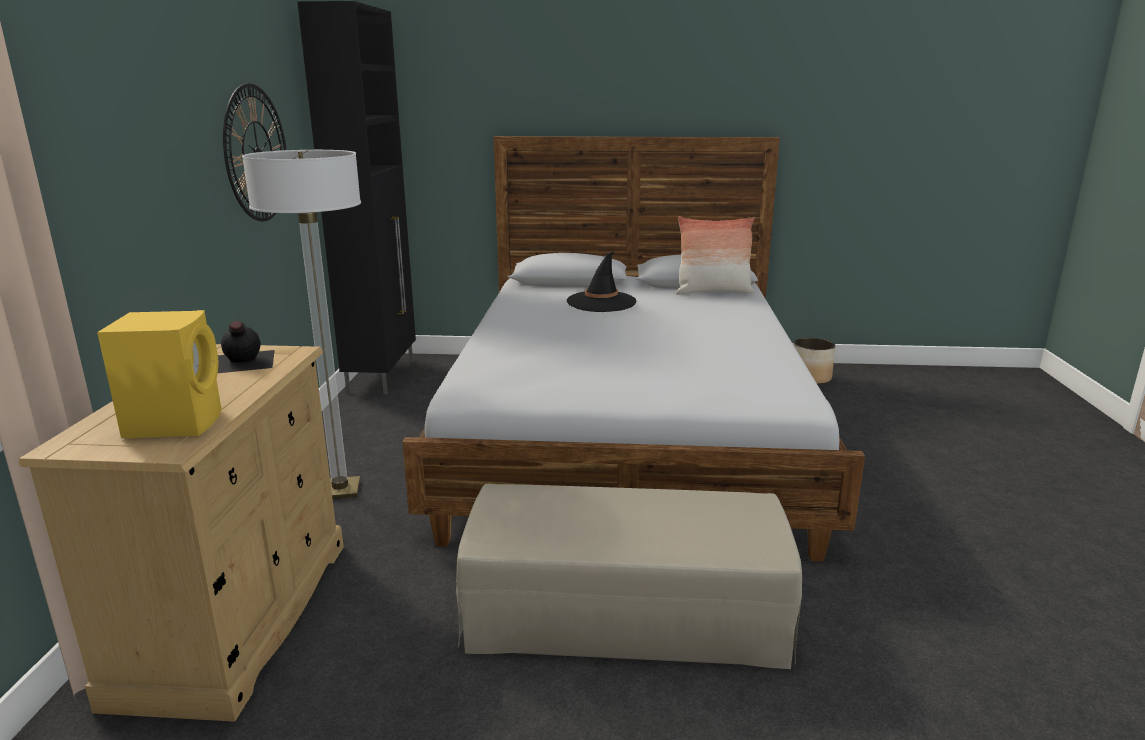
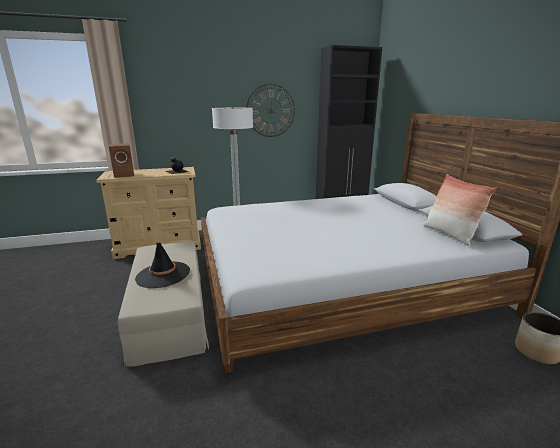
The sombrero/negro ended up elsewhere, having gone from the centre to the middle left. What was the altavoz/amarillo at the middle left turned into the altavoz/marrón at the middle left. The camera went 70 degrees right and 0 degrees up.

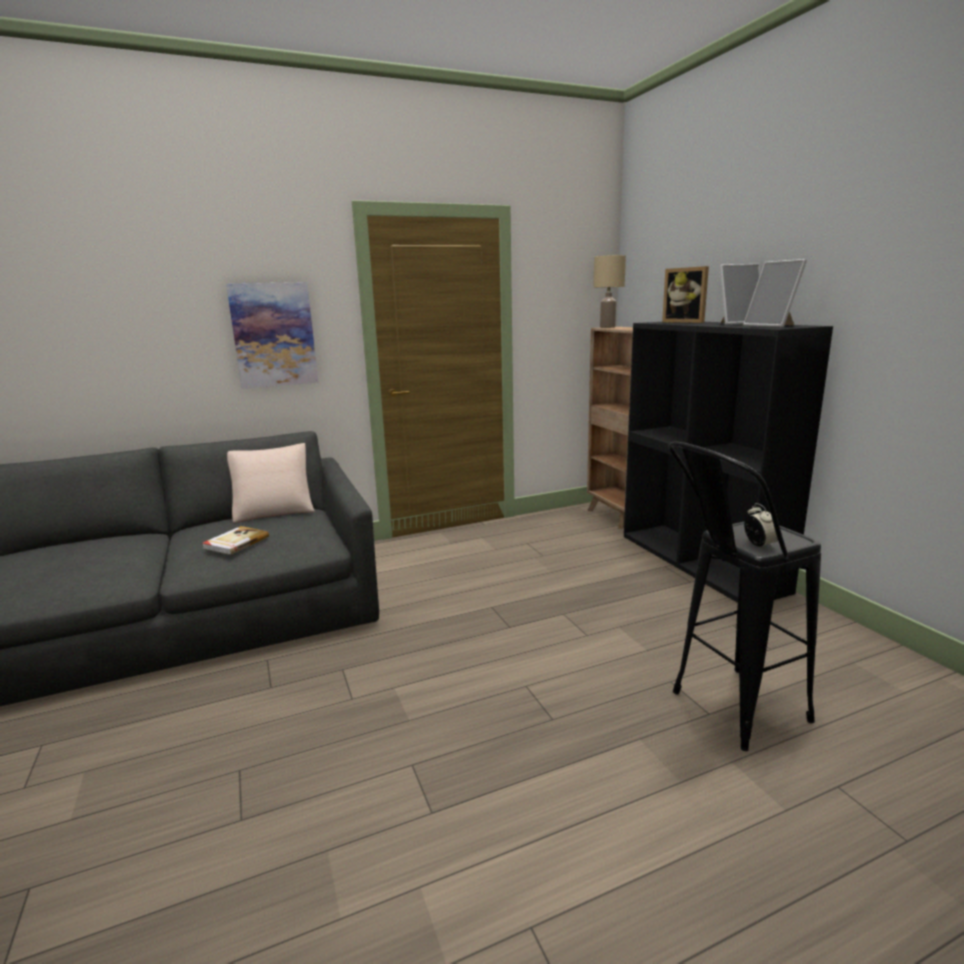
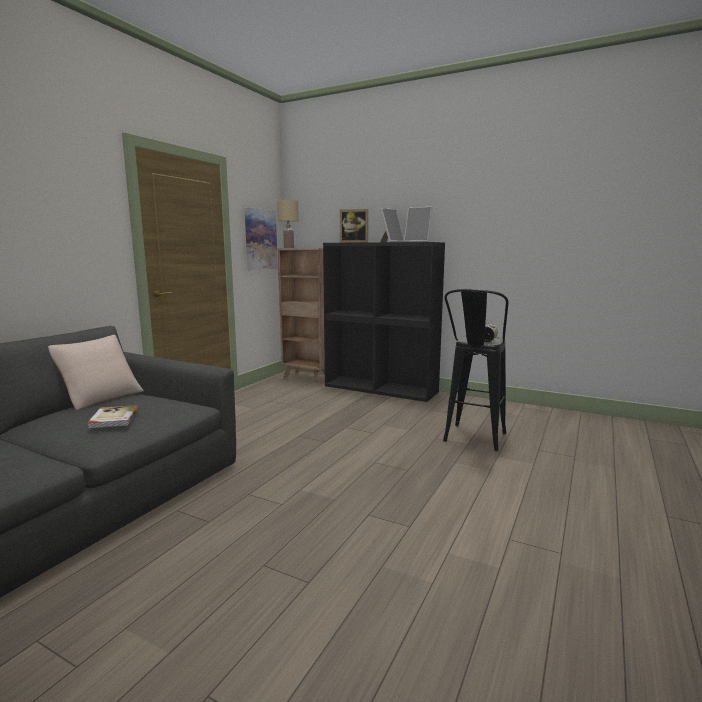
The cuadro ended up elsewhere, having gone from the middle left to the centre. The camera went 40 degrees left and 5 degrees down.

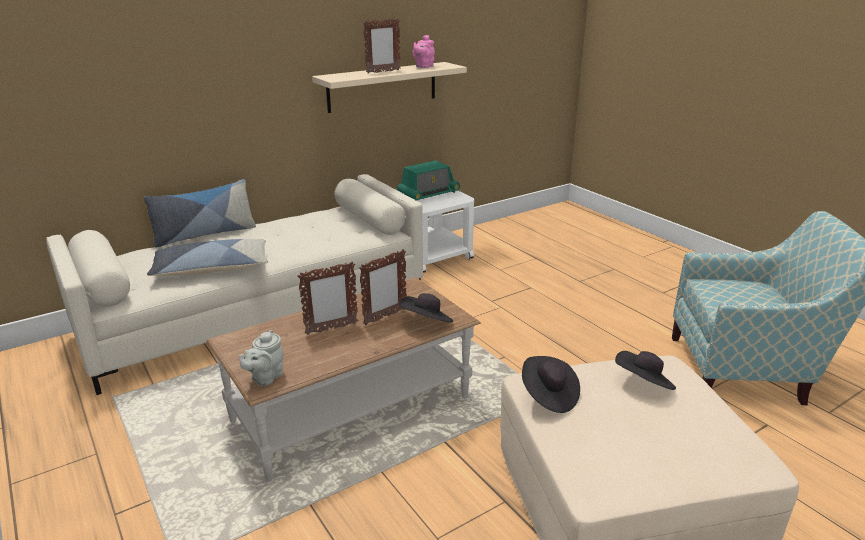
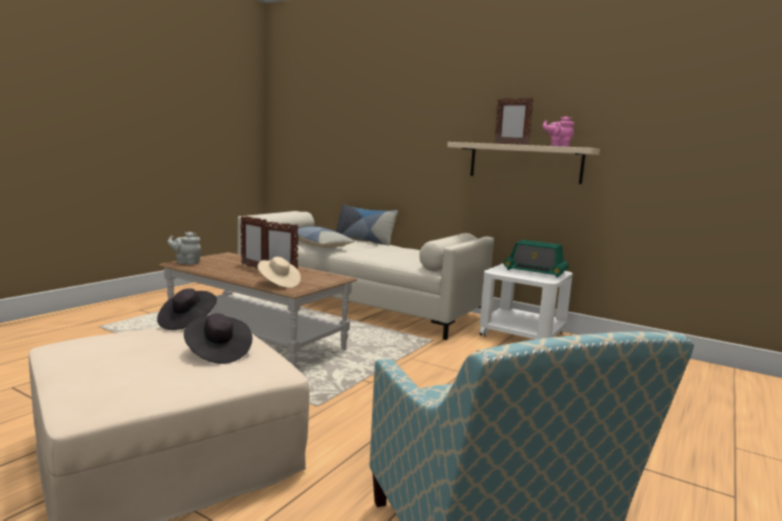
What was the sombrero/negro (1st from left) at the centre turned into the sombrero/beis at the centre. The camera went 65 degrees right and 15 degrees down.

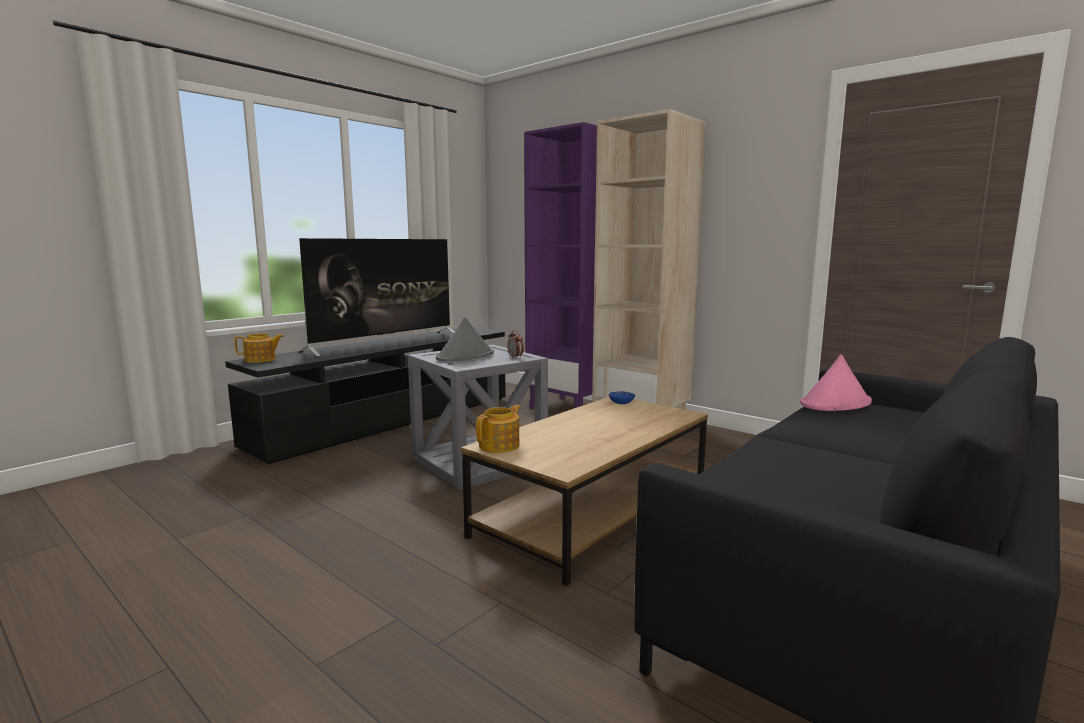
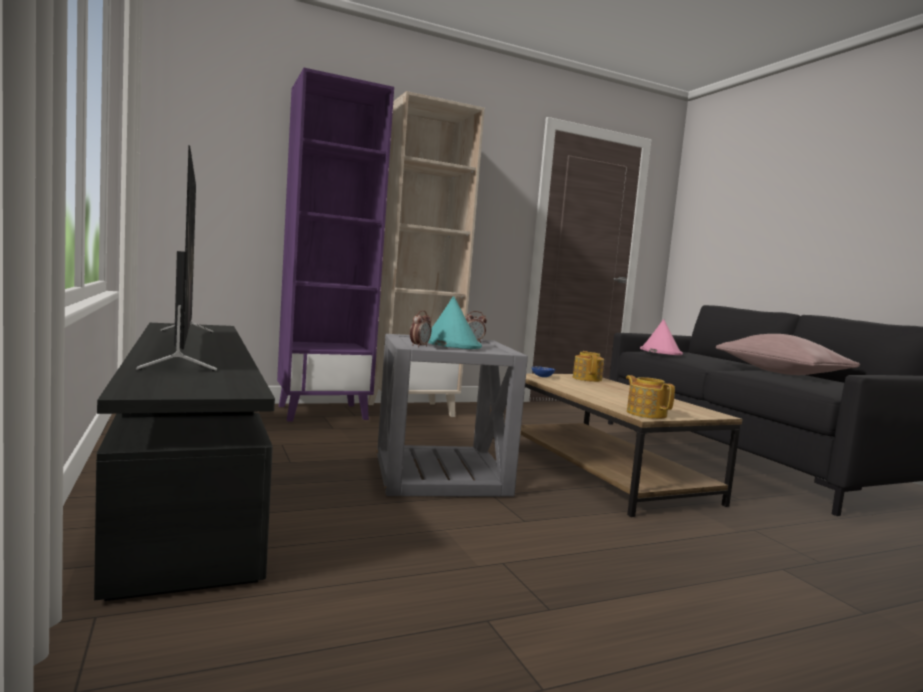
The second view gained the despertador (1st from left) at the centre. The second view gained the cojín/rosa at the middle right. The tetera (1st from left) ended up elsewhere, having gone from the middle left to the centre. What was the sombrero/gris at the centre turned into the sombrero/turquesa at the centre. The camera went 65 degrees left and 5 degrees down.

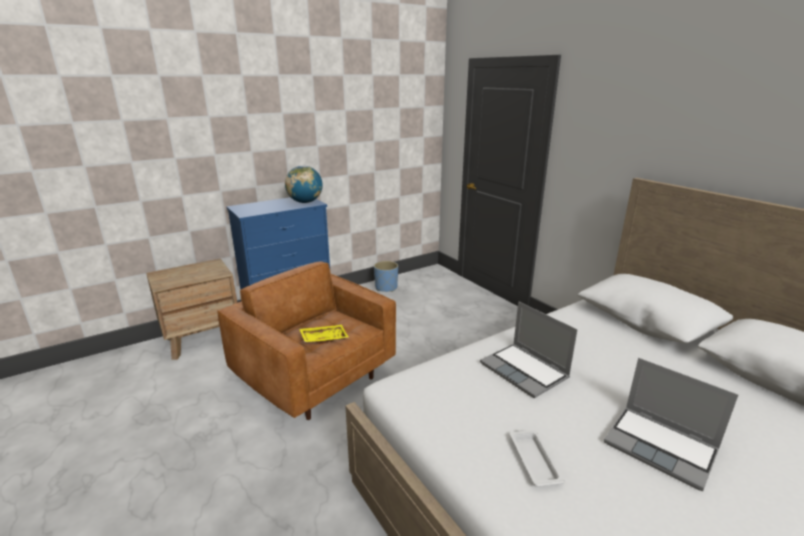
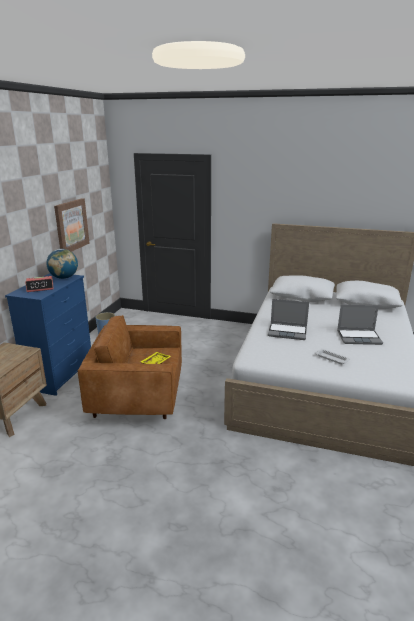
The second view gained the despertador at the middle left. The second view gained the cuadro at the middle left. The camera went 40 degrees left and 0 degrees up.

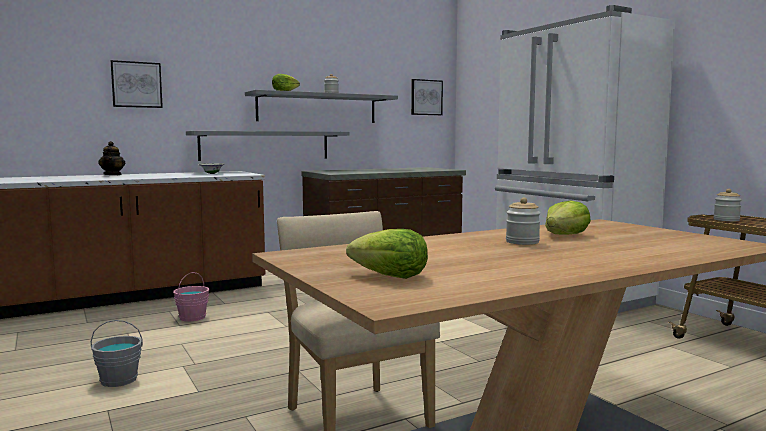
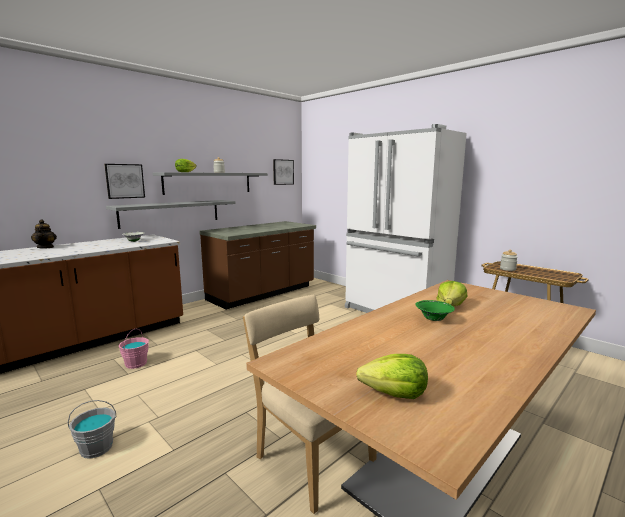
The cuadro (1st from left) ended up elsewhere, having gone from the top left to the middle left. Where the tarro (2nd from left) stood at the middle right, the cuenco/verde came to stand at the middle right. The camera went 15 degrees left and 5 degrees up.

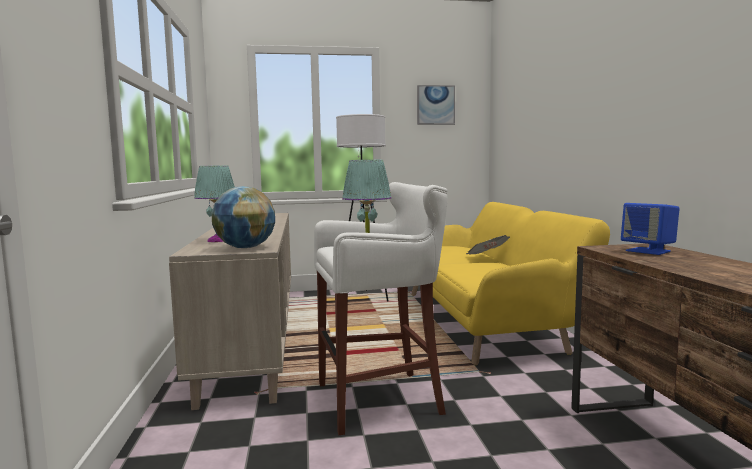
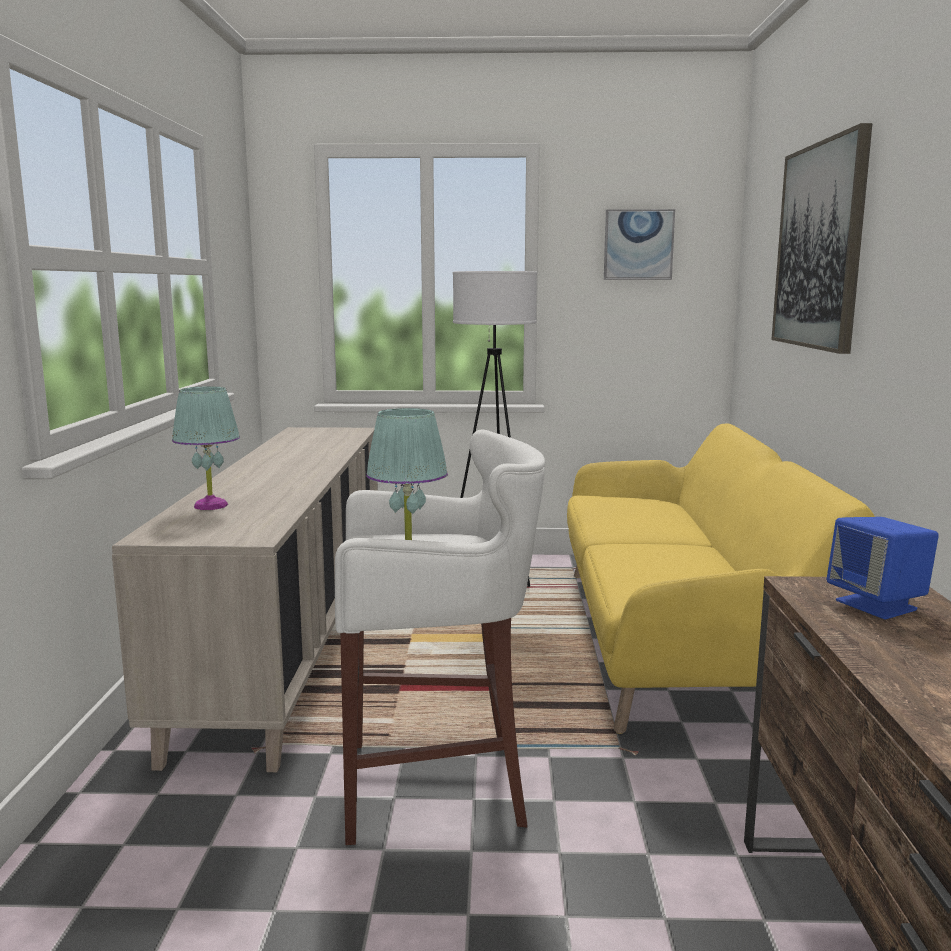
The second view lost the globo terráqueo at the middle left. The second view lost the periódico at the centre. The second view gained the cuadro (2nd from left) at the top right. The camera went 10 degrees right and 5 degrees up.

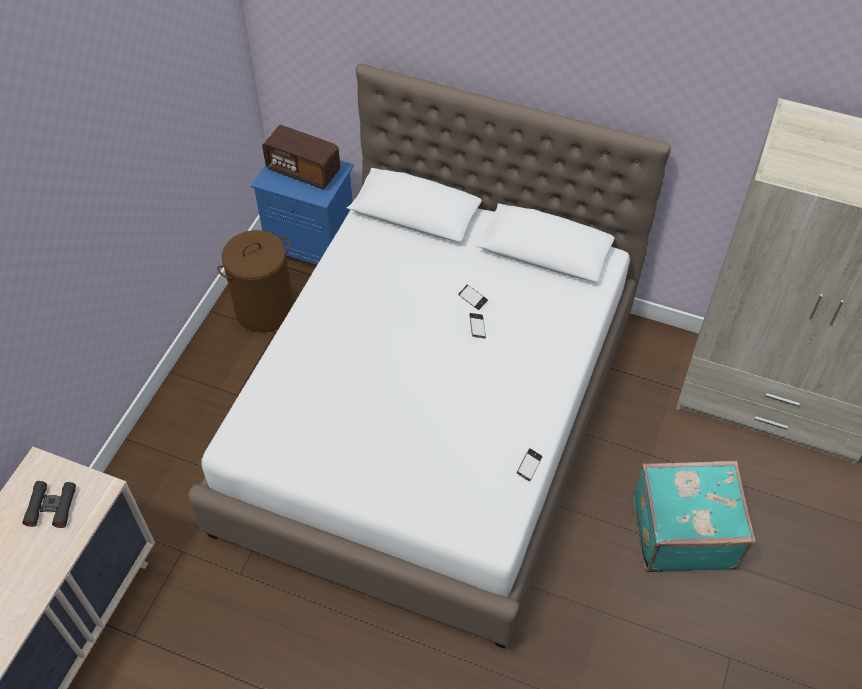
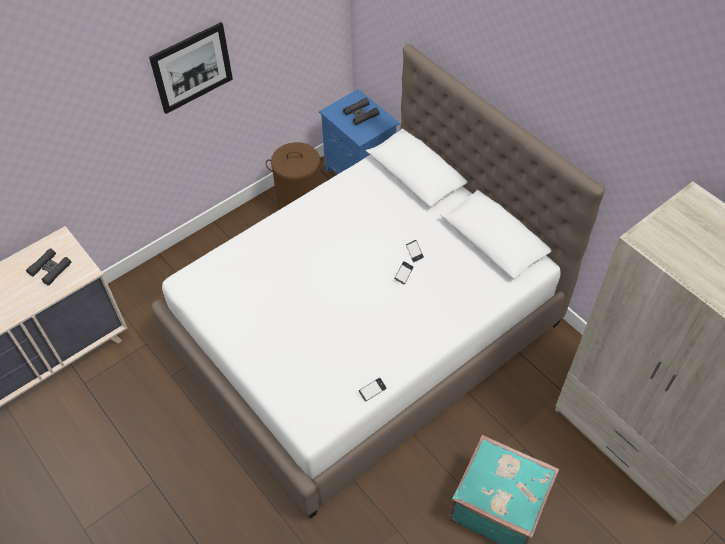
The second view gained the cuadro at the top left. Where the radio stood at the top centre, the prismáticos/negro (2nd from left) came to stand at the top centre. The camera went 30 degrees right and 0 degrees up.

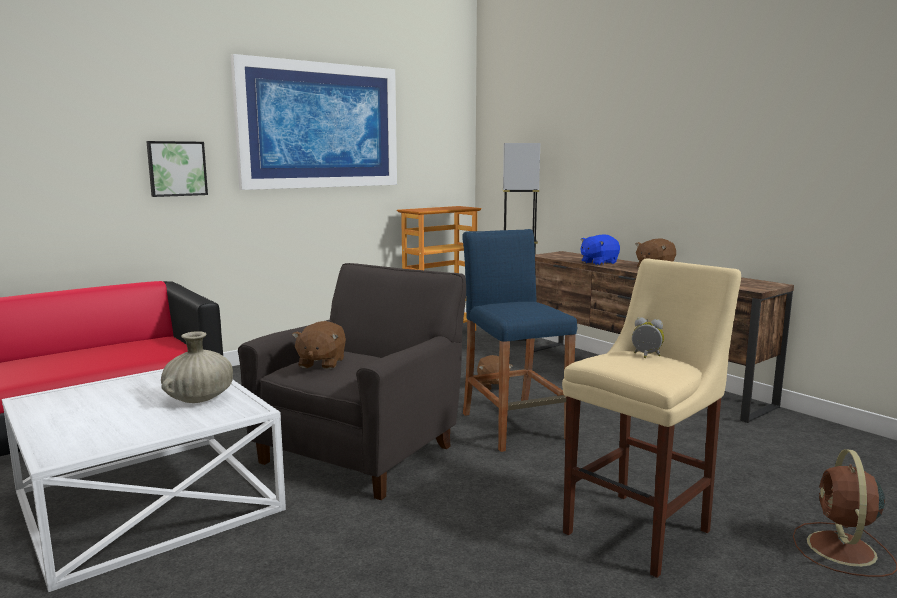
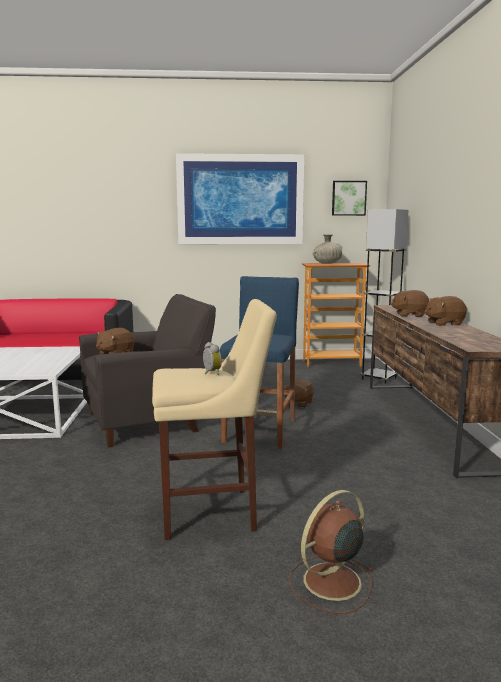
The cuadro (1st from left in the first image) ended up elsewhere, having gone from the top left to the top right. The florero/beis ended up elsewhere, having gone from the middle left to the centre. What was the peluche/azul at the middle right turned into the peluche/marrón (3rd from left) at the middle right. The camera went 35 degrees right and 0 degrees up.

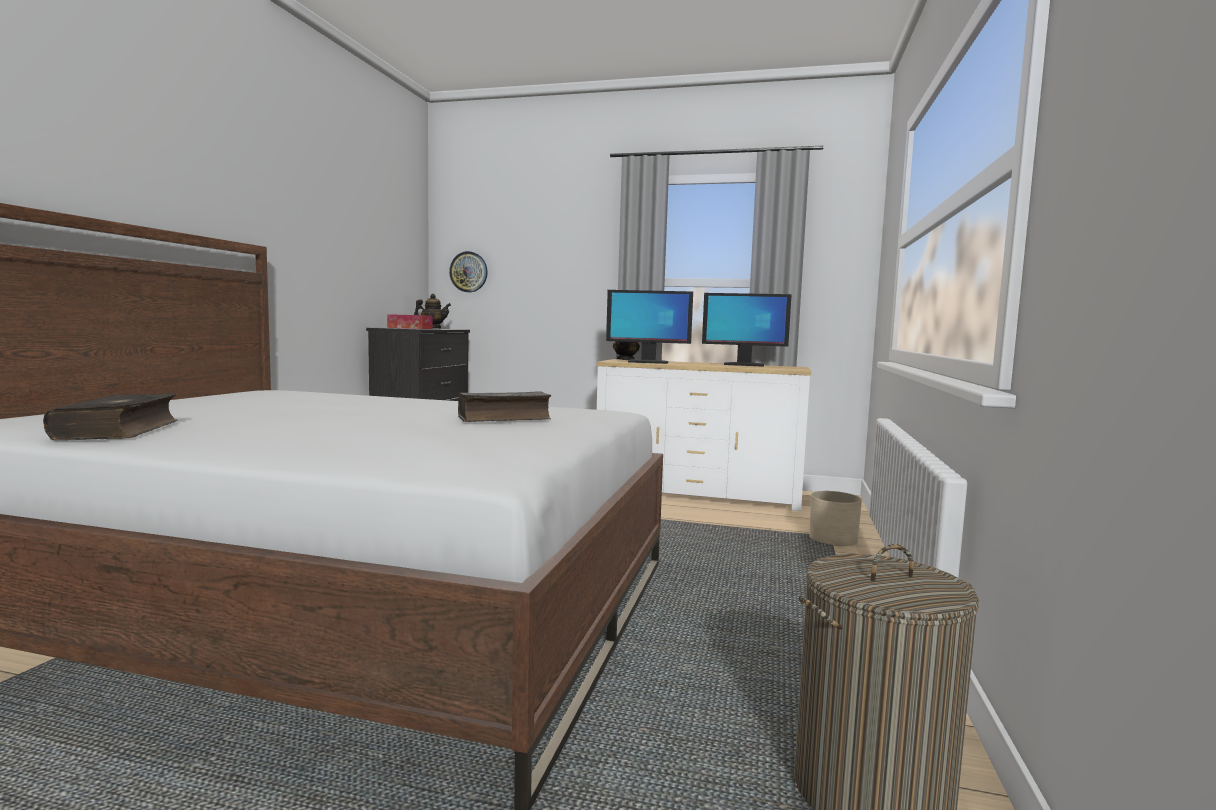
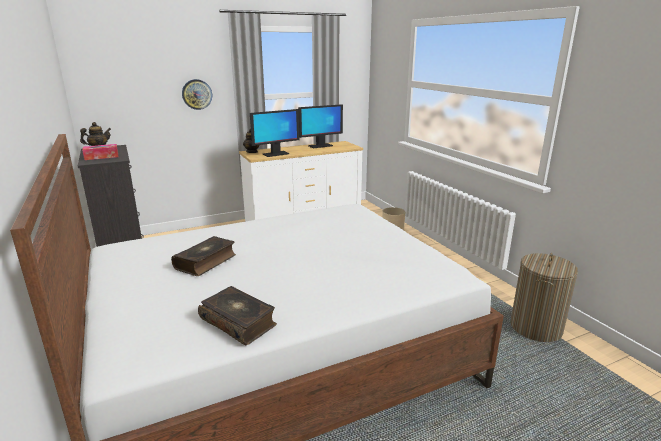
The reloj de pared ended up elsewhere, having gone from the centre to the top left. The libro (2nd from left in the first image) ended up elsewhere, having gone from the centre to the middle left. The camera went 40 degrees left and 15 degrees up.

